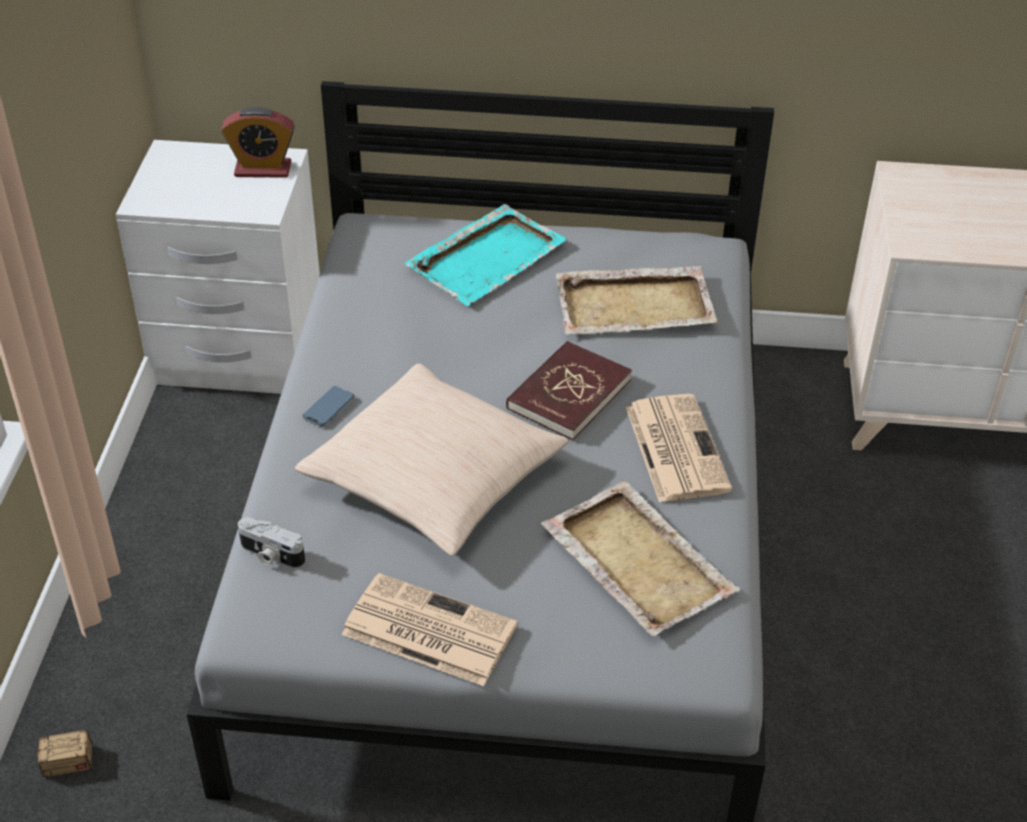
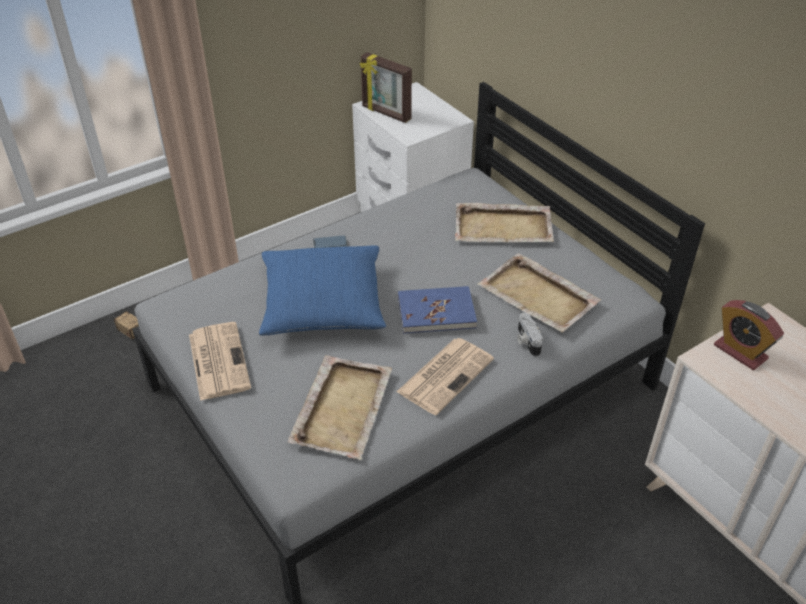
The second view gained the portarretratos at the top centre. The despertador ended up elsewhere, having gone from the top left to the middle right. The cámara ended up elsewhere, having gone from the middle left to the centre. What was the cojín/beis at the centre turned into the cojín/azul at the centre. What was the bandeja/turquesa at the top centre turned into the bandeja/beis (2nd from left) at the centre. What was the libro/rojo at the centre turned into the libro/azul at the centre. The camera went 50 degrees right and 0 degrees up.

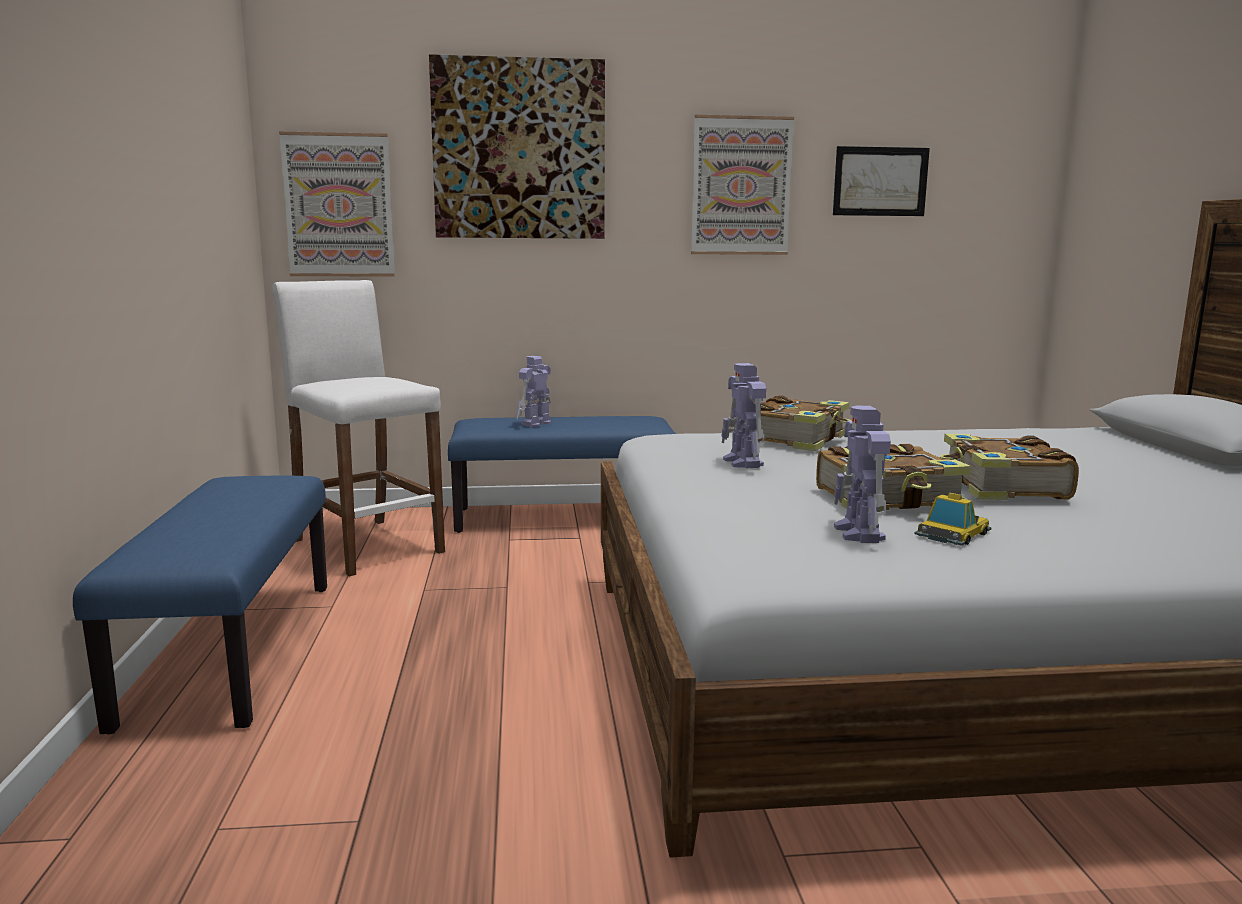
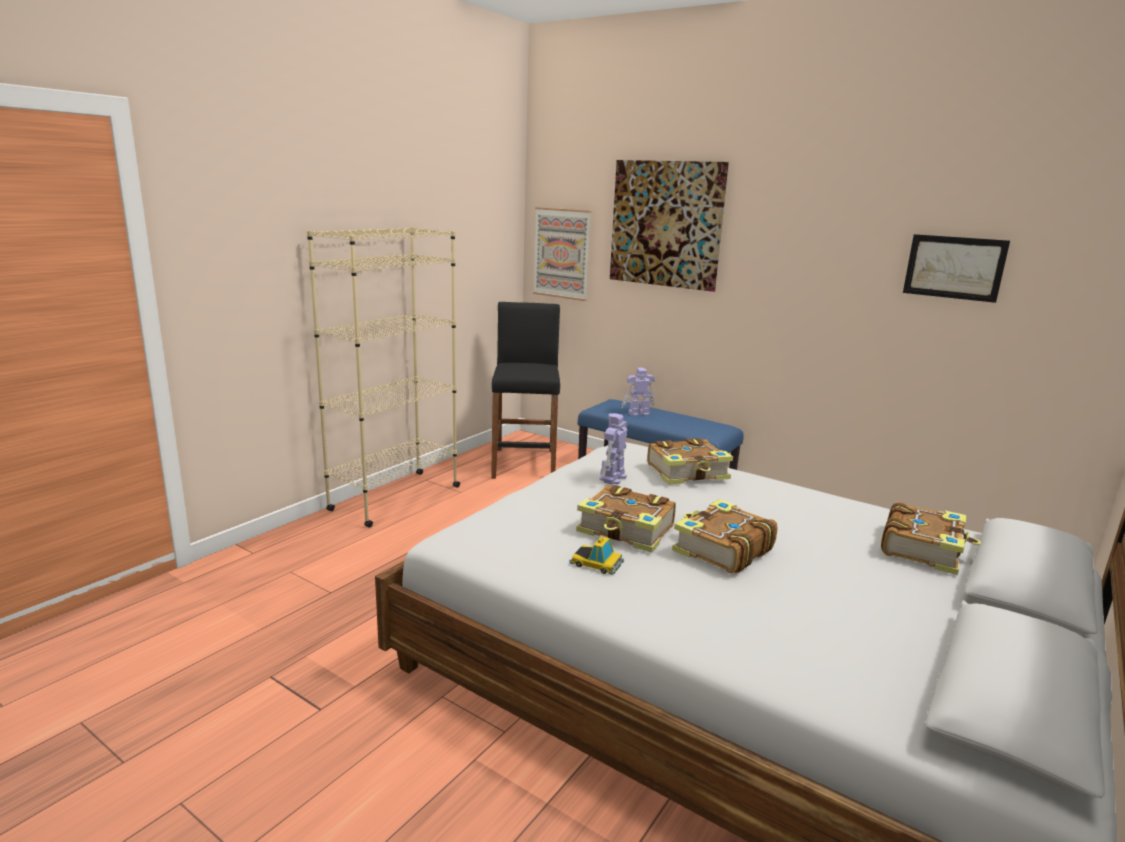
The second view lost the cuadro (3rd from left) at the top centre. The second view lost the robot de juguete (3rd from left) at the middle right. The second view gained the libro (4th from left) at the middle right. Where the banco/azul (1st from left) stood at the bottom left, the estantería/beis came to stand at the centre. What was the taburete/blanco at the middle left turned into the taburete/negro at the centre. The coche de juguete at the middle right ended up facing another way, 150 degrees counterclockwise from before. The camera went 40 degrees right and 5 degrees up.

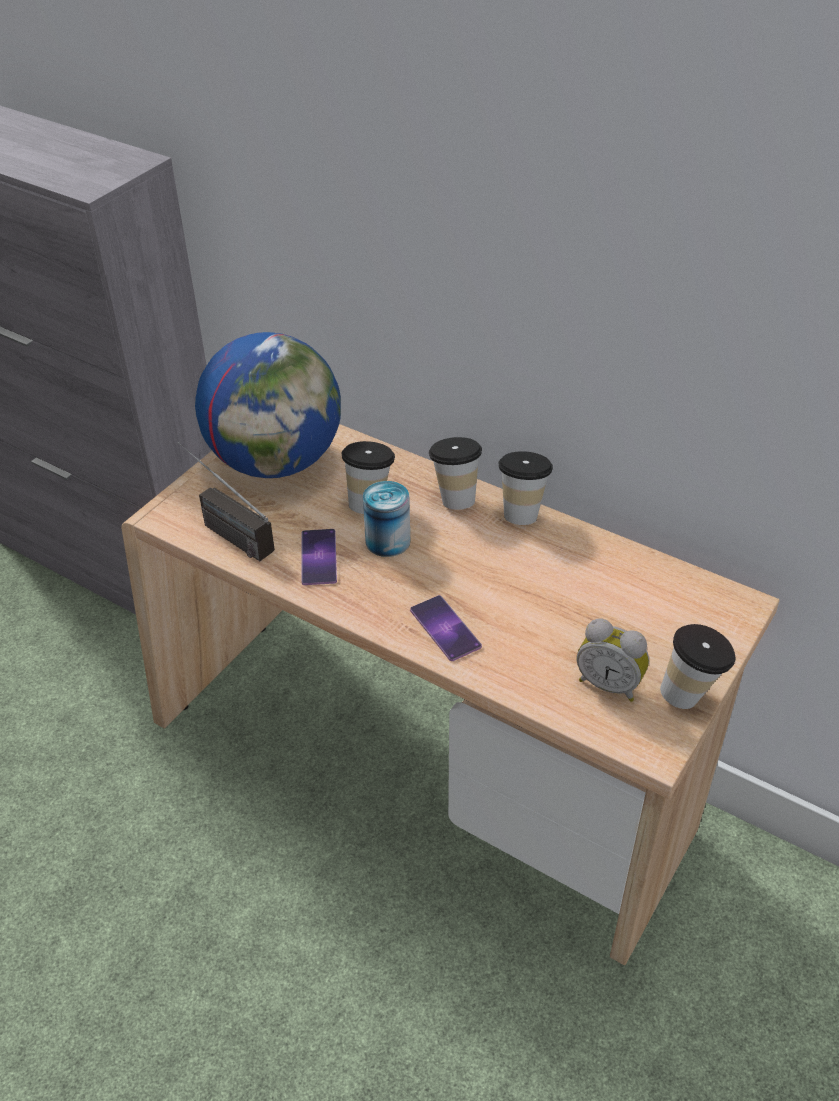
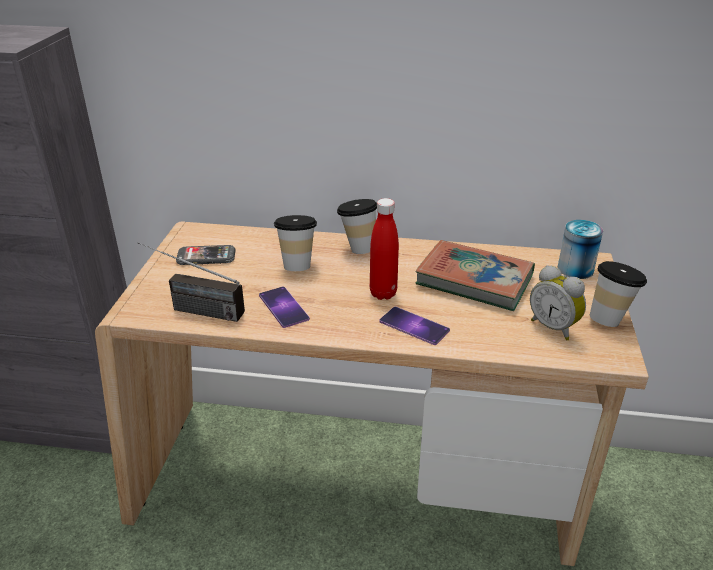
The second view lost the taza (3rd from left) at the centre. The second view gained the botella/rojo at the centre. The second view gained the libro at the centre. The lata ended up elsewhere, having gone from the centre to the middle right. Where the globo terráqueo stood at the middle left, the móvil (1st from left) came to stand at the middle left. The despertador at the middle right ended up facing another way, 45 degrees clockwise from before. The camera went 25 degrees left and 10 degrees down.

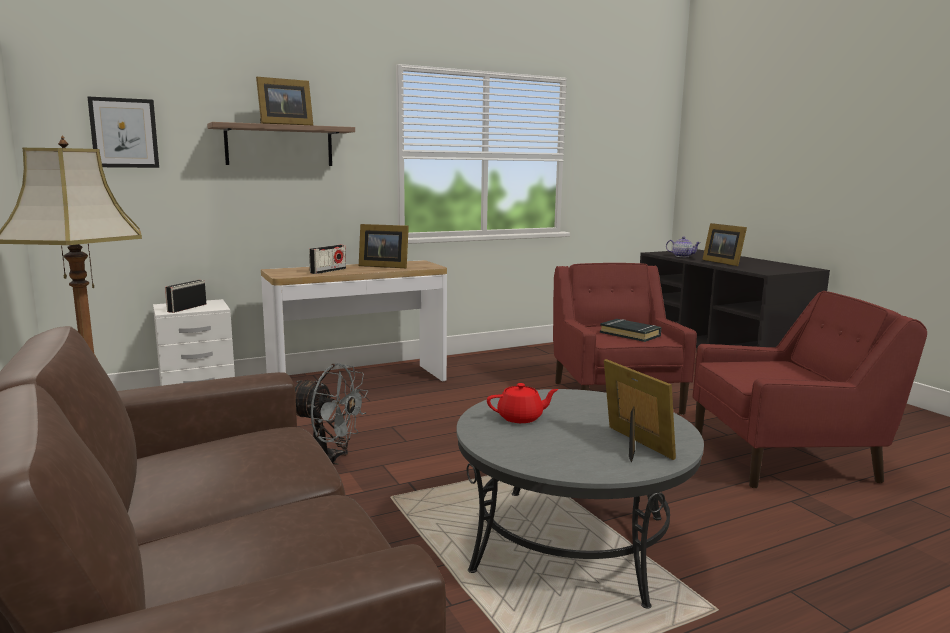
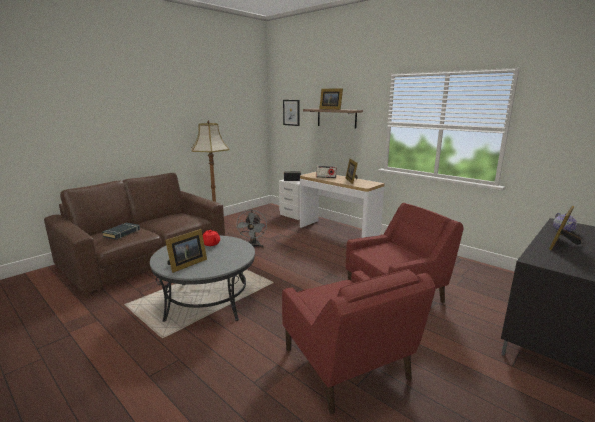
The libro/negro ended up elsewhere, having gone from the centre to the middle left. The camera went 70 degrees right and 5 degrees up.

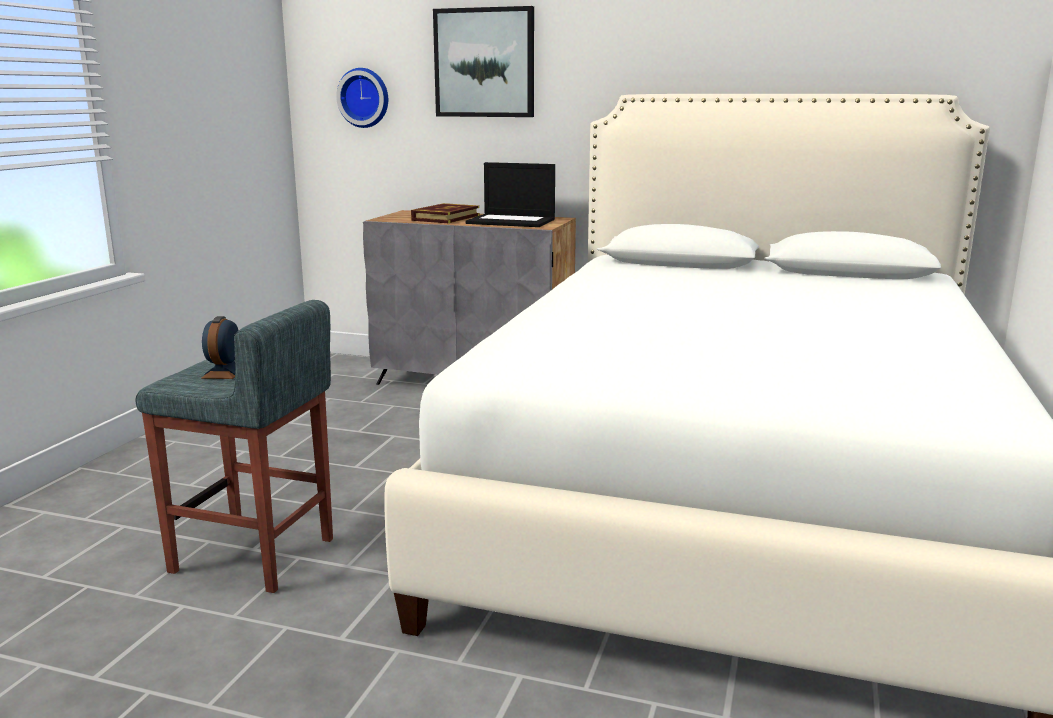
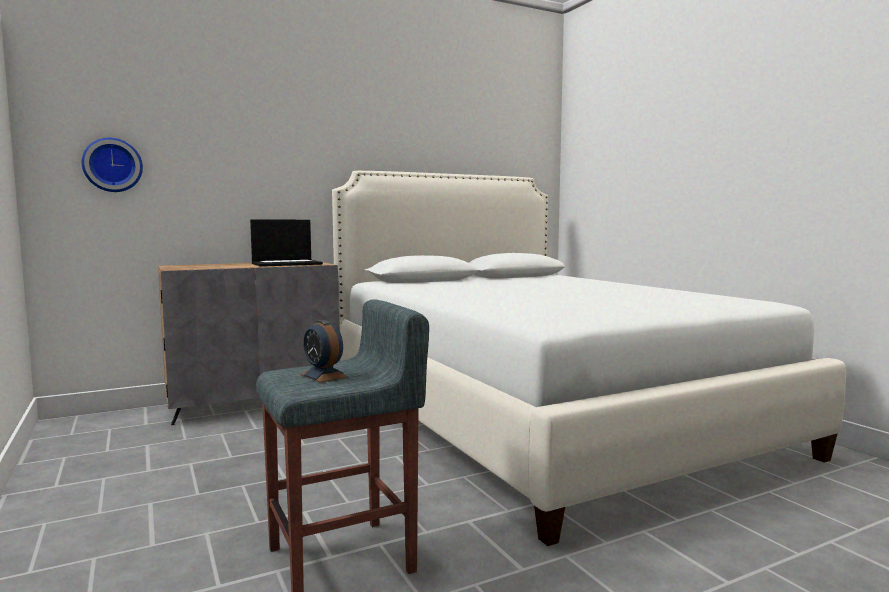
The second view lost the libro at the top centre. The second view lost the cuadro at the top centre. The camera went 45 degrees left and 10 degrees down.

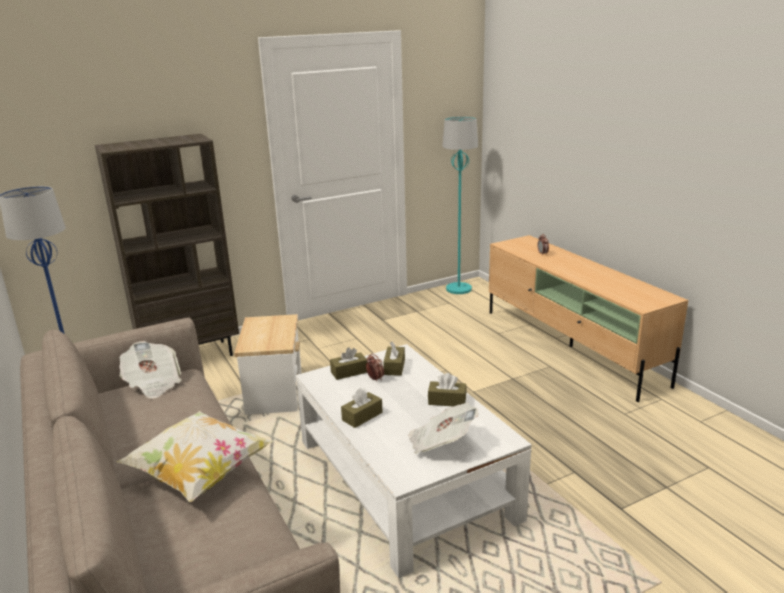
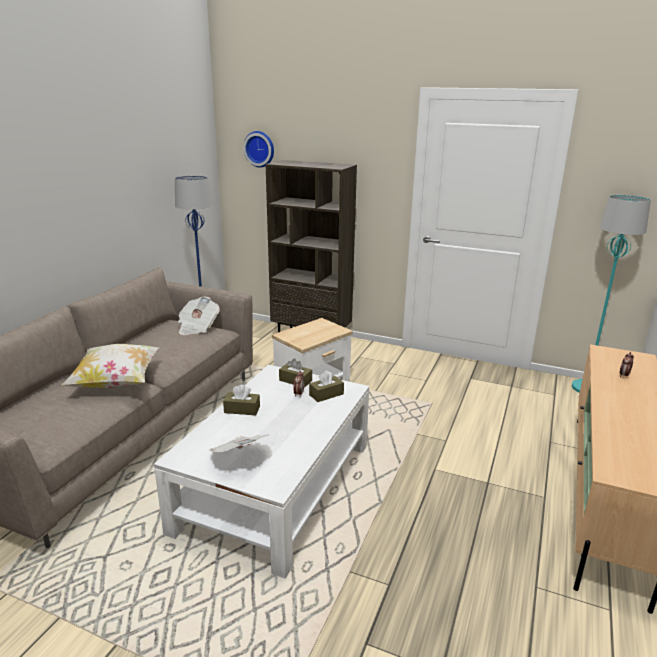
The second view lost the caja de pañuelos/marrón (4th from left) at the centre. The second view gained the reloj de pared at the top centre. The camera went 50 degrees right and 0 degrees up.

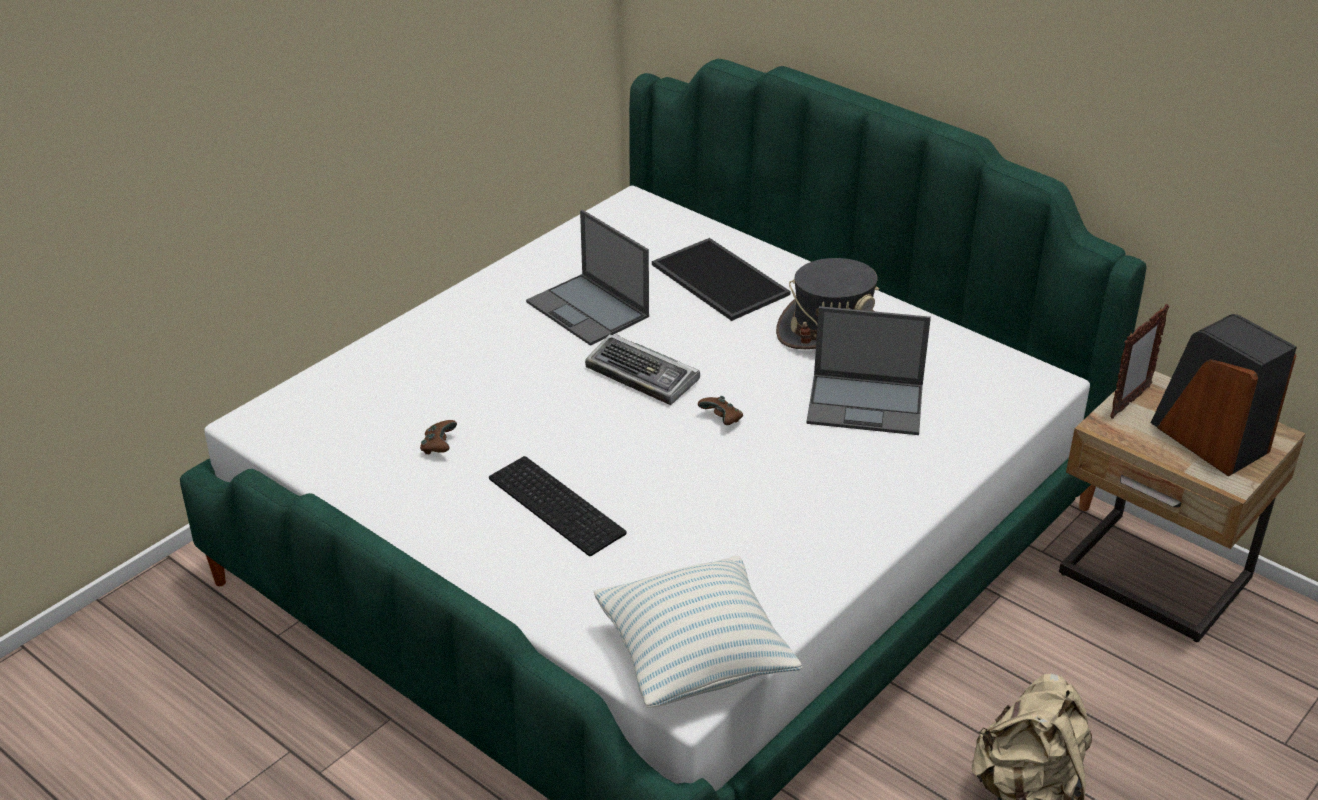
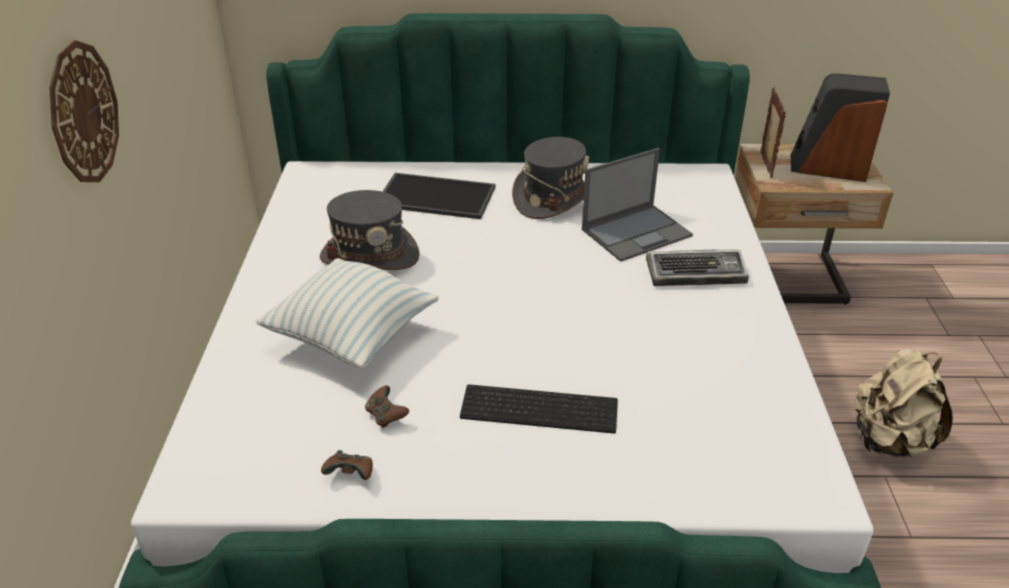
The second view gained the reloj de pared at the top left. The teclado (2nd from left) ended up elsewhere, having gone from the centre to the middle right. The cojín ended up elsewhere, having gone from the bottom centre to the centre. The mando de consola/marrón (2nd from left in the first image) ended up elsewhere, having gone from the centre to the bottom centre. Where the portátil (1st from left) stood at the centre, the sombrero/gris (1st from left) came to stand at the centre. The camera went 40 degrees left and 0 degrees up.

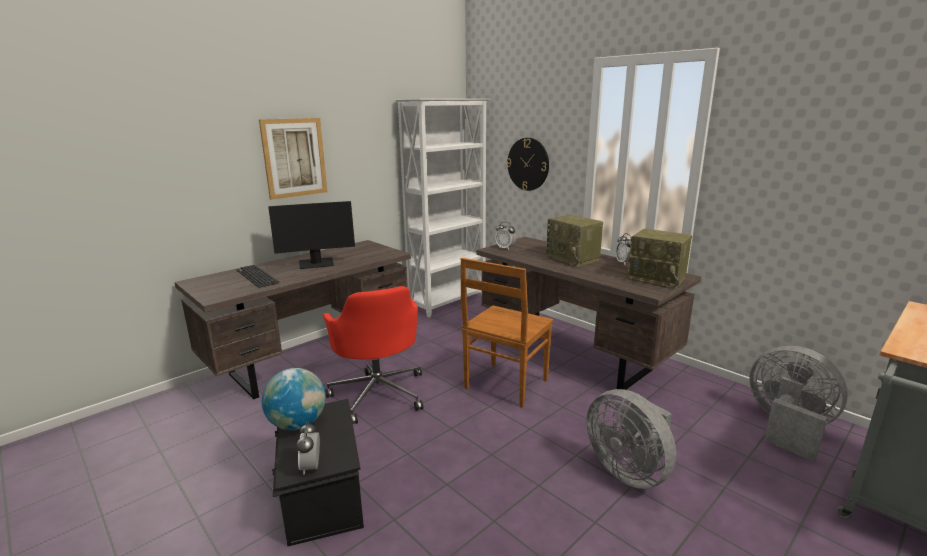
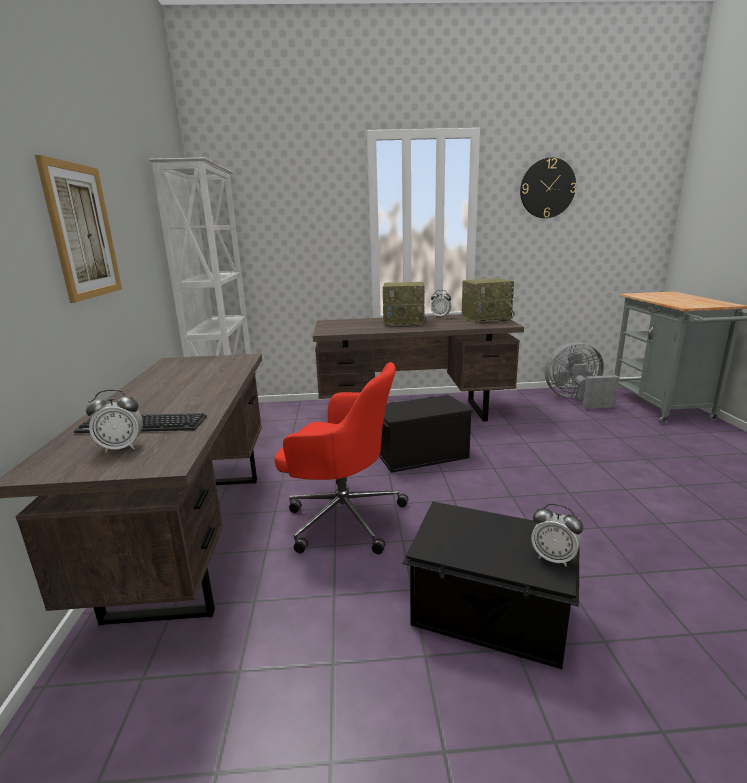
The second view lost the globo terráqueo at the bottom left. The second view lost the monitor at the centre. The second view lost the ventilador/gris (1st from left) at the bottom right. The despertador (2nd from left in the first image) ended up elsewhere, having gone from the centre to the middle left. The reloj de pared ended up elsewhere, having gone from the top centre to the top right. Where the silla/marrón stood at the centre, the caja de almacenaje/negro (1st from left) came to stand at the centre. The camera went 50 degrees left and 0 degrees up.

